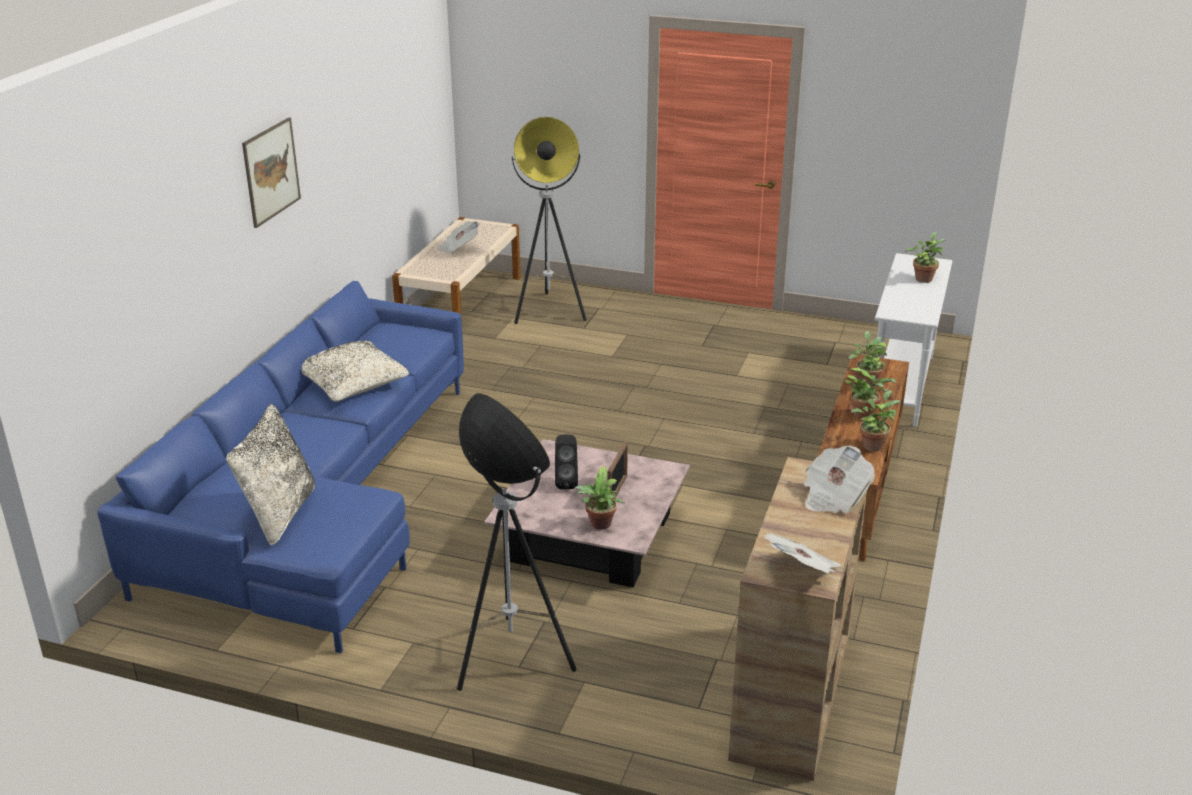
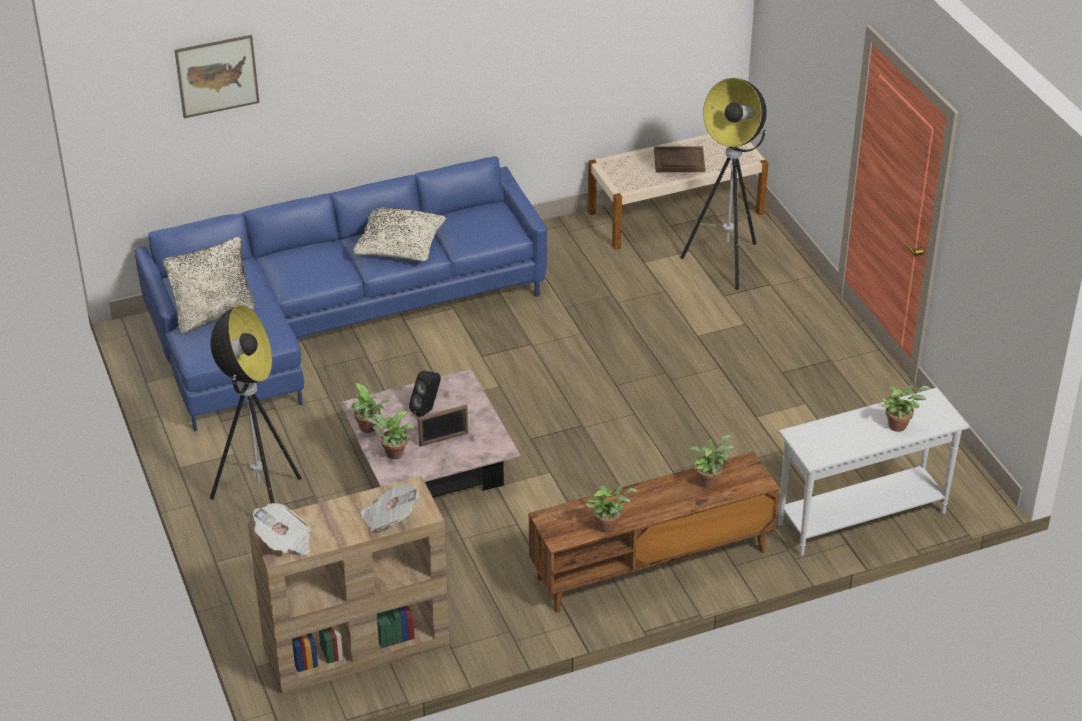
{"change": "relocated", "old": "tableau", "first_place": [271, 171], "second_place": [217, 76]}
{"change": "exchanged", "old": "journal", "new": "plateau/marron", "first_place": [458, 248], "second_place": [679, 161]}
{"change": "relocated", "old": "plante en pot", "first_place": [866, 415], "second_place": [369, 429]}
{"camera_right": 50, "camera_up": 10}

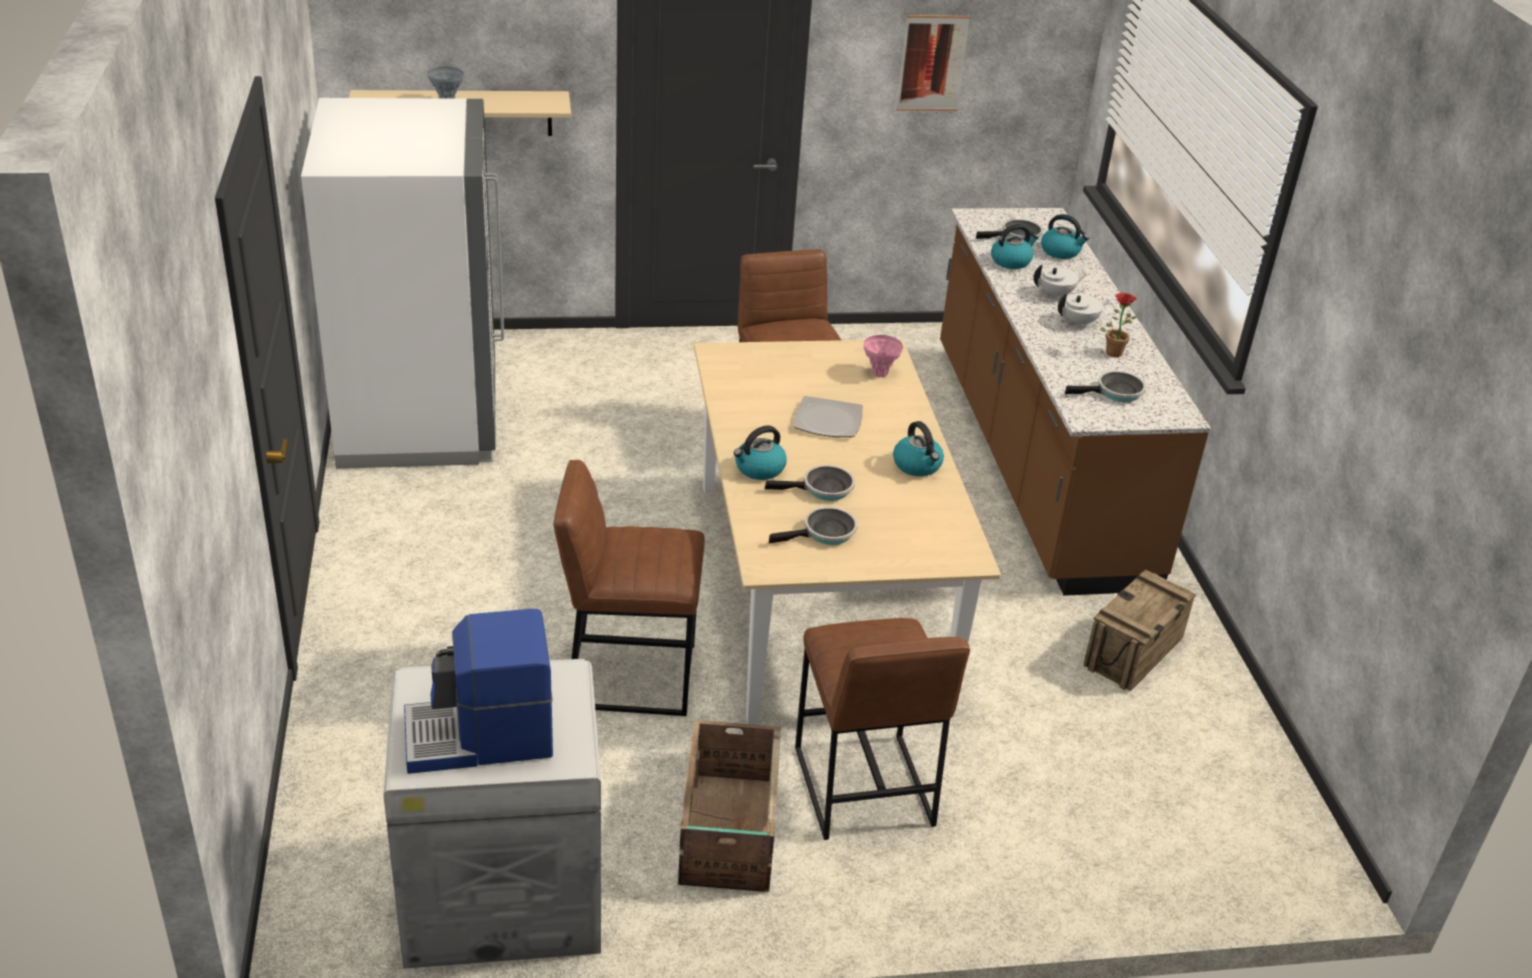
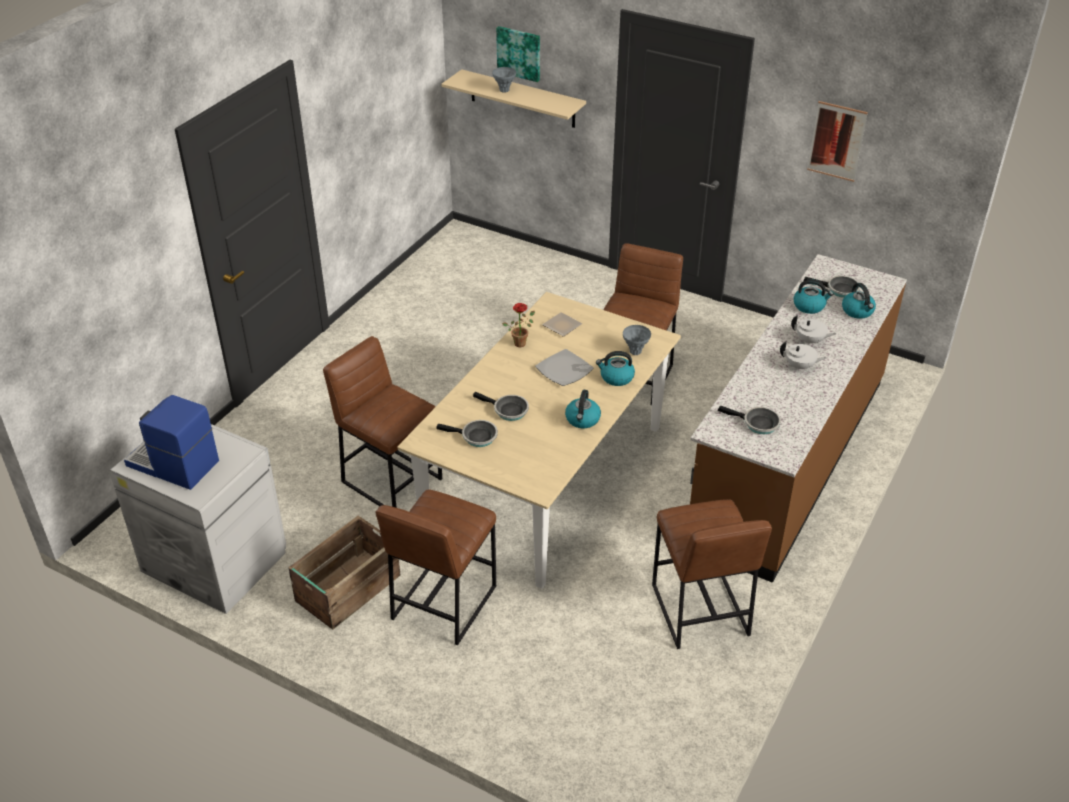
{"change": "missing", "old": "réfrigérateur/blanc", "first_place": [420, 418]}
{"change": "relocated", "old": "bouilloire", "first_place": [759, 469], "second_place": [616, 377]}
{"change": "colour", "old": "vase/rose", "new": "vase/gris", "first_place": [879, 373], "second_place": [635, 352]}
{"change": "exchanged", "old": "caisse", "new": "chaise/marron", "first_place": [1134, 653], "second_place": [700, 611]}
{"change": "relocated", "old": "plante en pot", "first_place": [1112, 351], "second_place": [521, 342]}
{"change": "appeared", "new": "tableau", "second_place": [519, 53]}
{"change": "appeared", "new": "assiette", "second_place": [562, 325]}
{"camera_right": 40, "camera_up": 5}

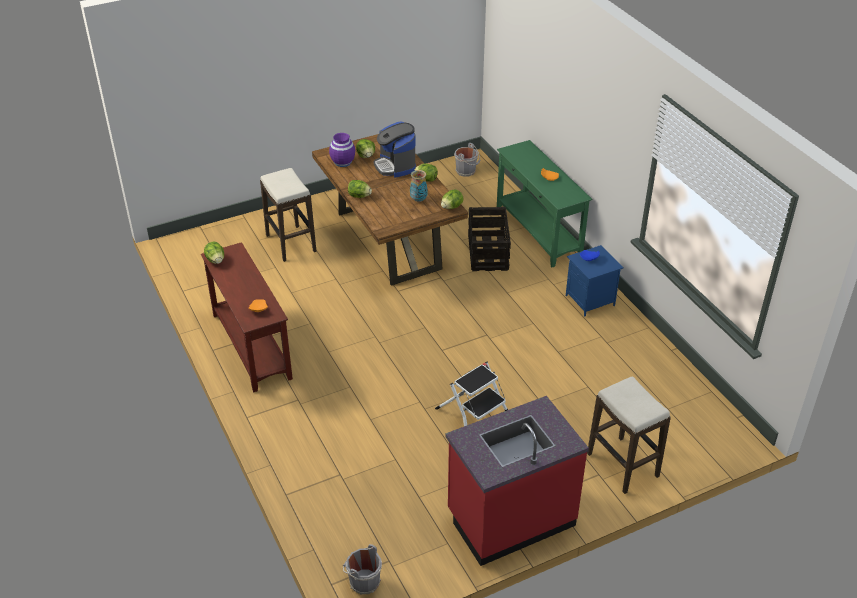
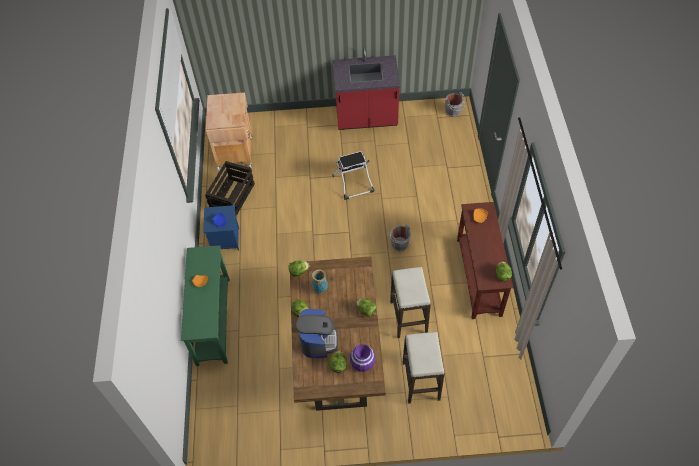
{"change": "relocated", "old": "seau/gris", "first_place": [466, 171], "second_place": [399, 243]}
{"change": "relocated", "old": "caisse", "first_place": [488, 252], "second_place": [232, 197]}
{"change": "relocated", "old": "tabouret", "first_place": [622, 465], "second_place": [408, 317]}
{"change": "appeared", "new": "chariot/marron", "second_place": [235, 152]}
{"camera_right": -155, "camera_up": 15}

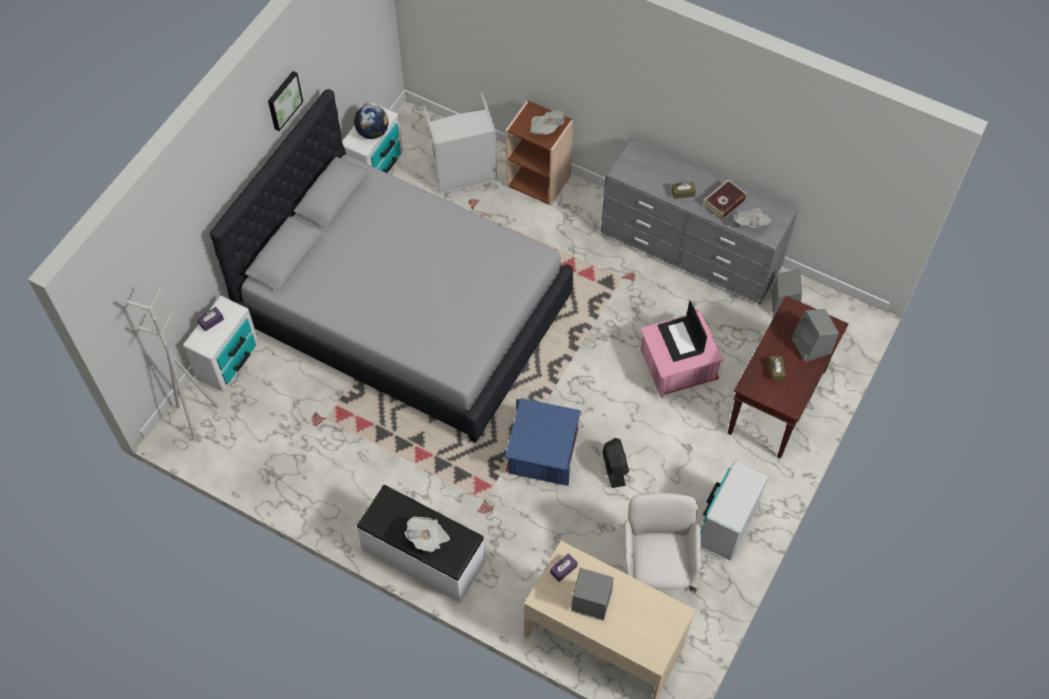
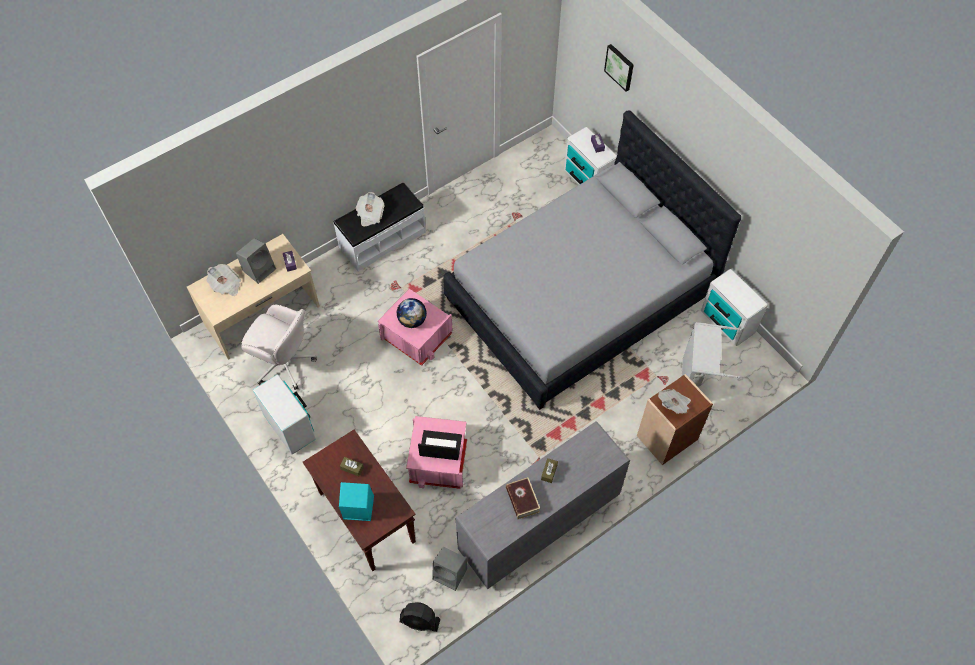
{"change": "missing", "old": "portant/gris", "first_place": [196, 416]}
{"change": "relocated", "old": "tableau", "first_place": [283, 100], "second_place": [620, 67]}
{"change": "relocated", "old": "globe", "first_place": [373, 132], "second_place": [412, 320]}
{"change": "colour", "old": "boîte de rangement/bleu", "new": "boîte de rangement/rose", "first_place": [541, 452], "second_place": [416, 336]}
{"change": "relocated", "old": "ventilateur/noir", "first_place": [614, 467], "second_place": [420, 621]}
{"change": "relocated", "old": "journal", "first_place": [751, 223], "second_place": [226, 285]}
{"change": "colour", "old": "enceinte/gris", "new": "enceinte/turquoise", "first_place": [812, 346], "second_place": [357, 507]}
{"camera_right": 115, "camera_up": 0}

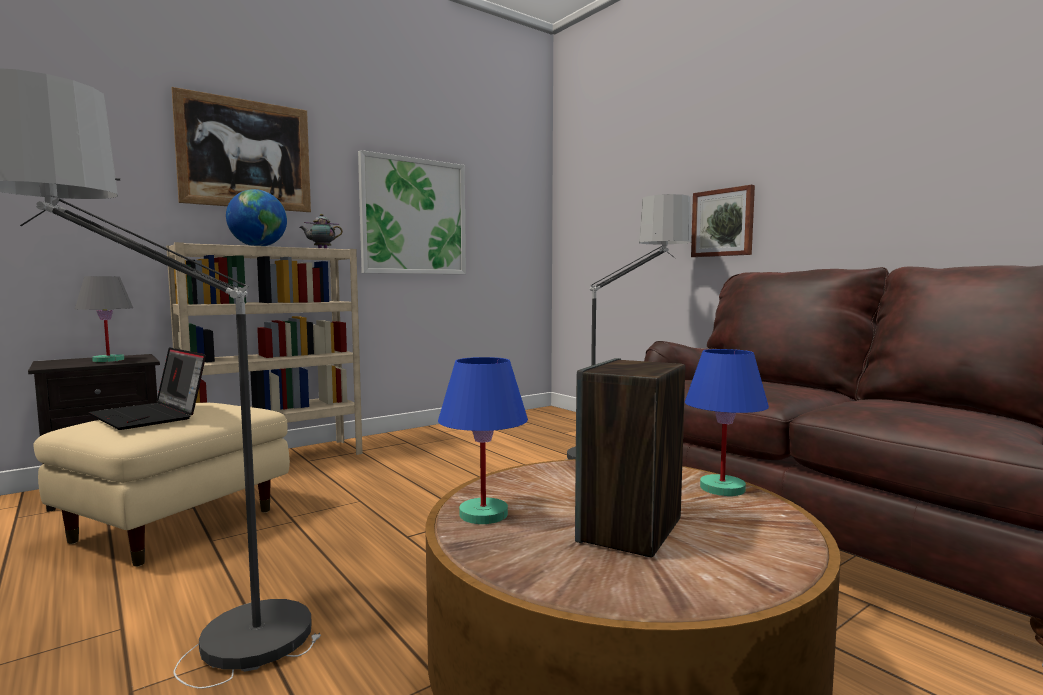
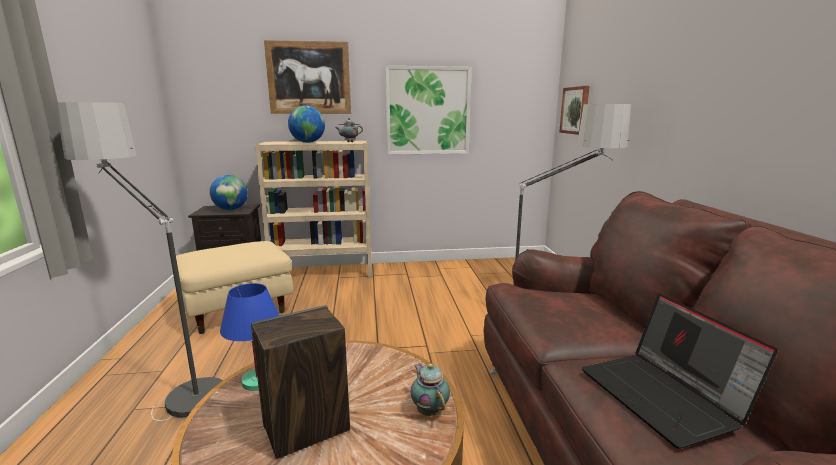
{"change": "exchanged", "old": "lampe de table/gris", "new": "globe", "first_place": [109, 360], "second_place": [231, 209]}
{"change": "relocated", "old": "ordinateur portable", "first_place": [151, 416], "second_place": [664, 397]}
{"change": "exchanged", "old": "lampe de table/bleu", "new": "théière", "first_place": [723, 488], "second_place": [429, 410]}
{"change": "relocated", "old": "tableau", "first_place": [723, 223], "second_place": [575, 110]}
{"camera_right": 30, "camera_up": 10}

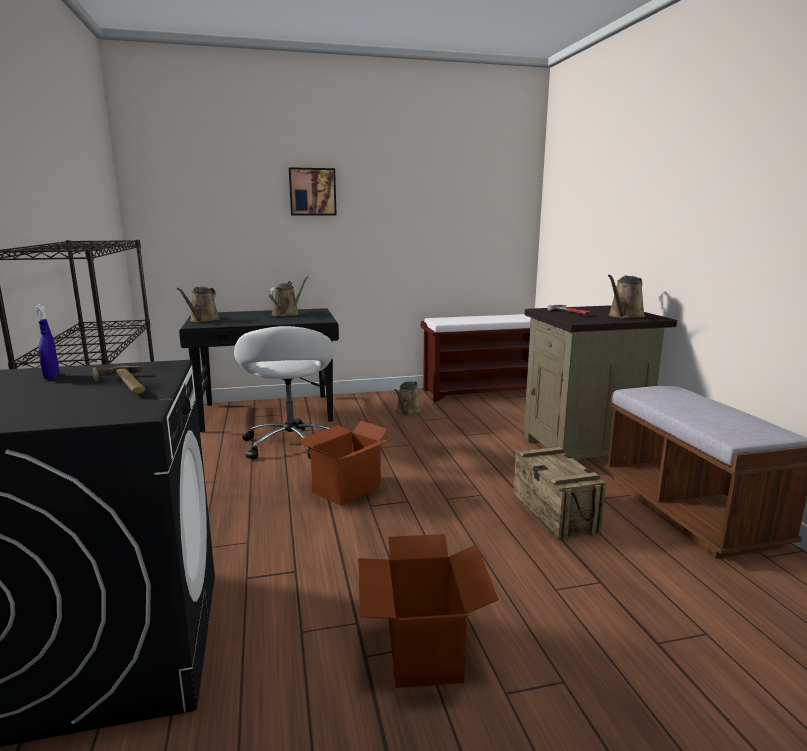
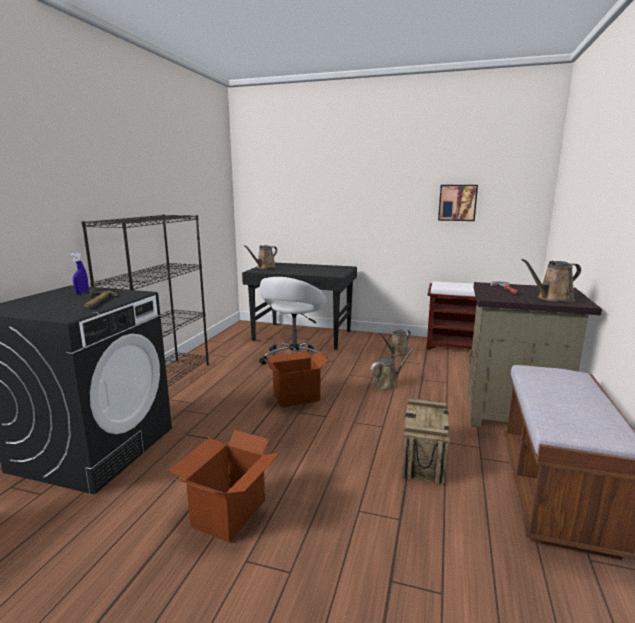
{"change": "relocated", "old": "arrosoir/marron", "first_place": [287, 314], "second_place": [387, 384]}
{"change": "relocated", "old": "tableau", "first_place": [312, 192], "second_place": [457, 202]}
{"camera_right": 30, "camera_up": 0}

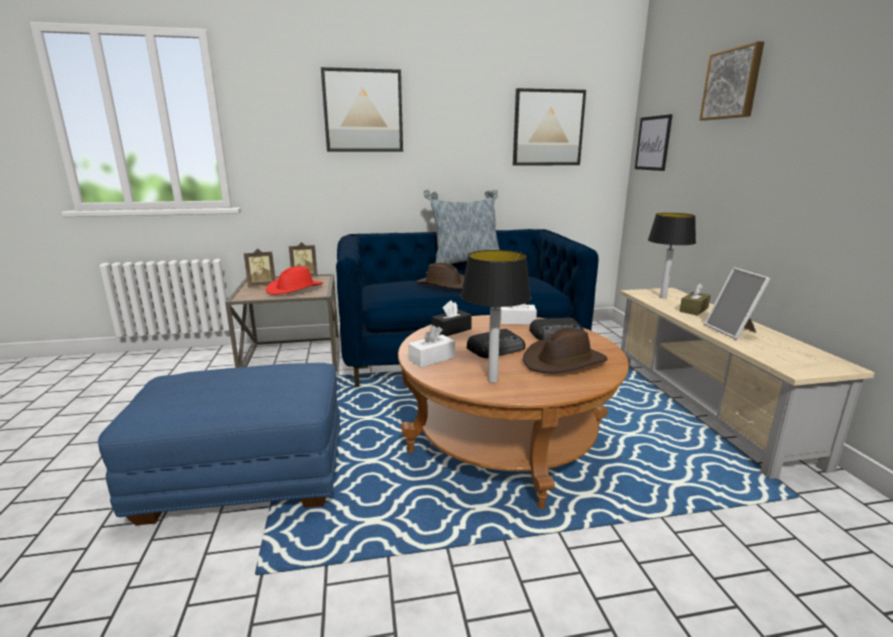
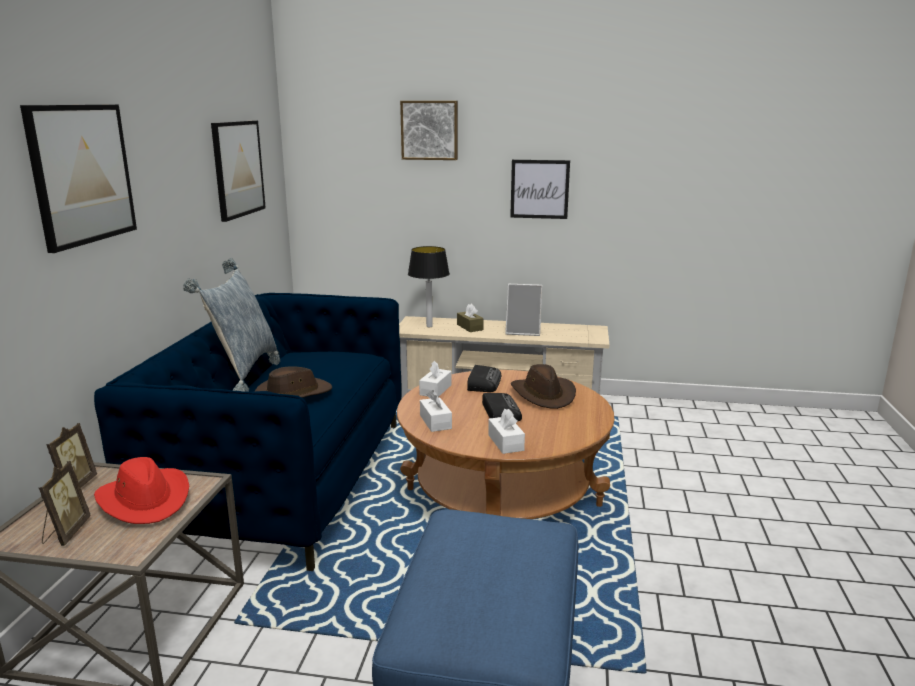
{"change": "colour", "old": "boîte à mouchoirs/noir", "new": "boîte à mouchoirs/blanc", "first_place": [451, 330], "second_place": [435, 422]}
{"change": "missing", "old": "lampe de table", "first_place": [492, 380]}
{"change": "relocated", "old": "tableau", "first_place": [653, 143], "second_place": [539, 189]}
{"camera_right": -70, "camera_up": 0}

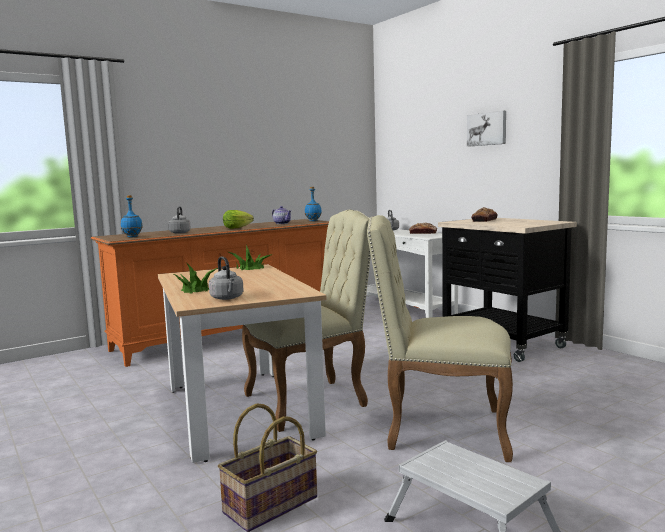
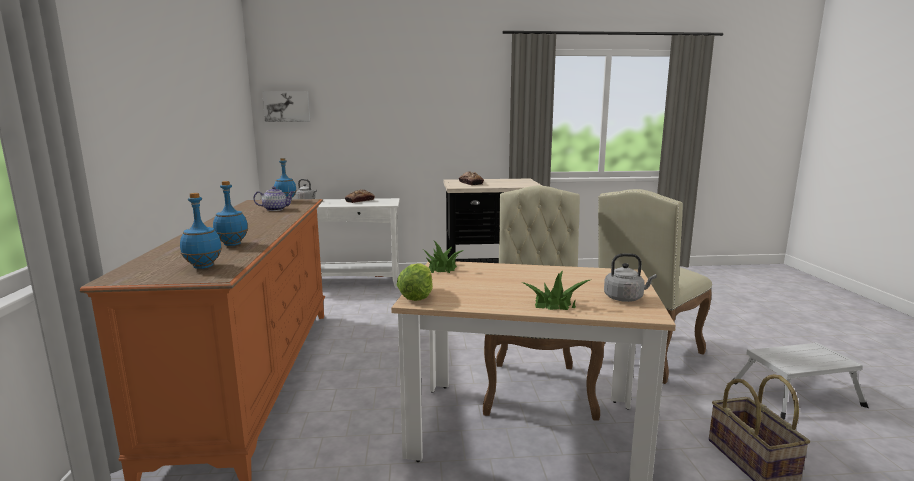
{"change": "exchanged", "old": "bouilloire/gris", "new": "bouteille/bleu", "first_place": [180, 232], "second_place": [231, 244]}
{"change": "relocated", "old": "laitue", "first_place": [236, 228], "second_place": [416, 296]}
{"change": "relocated", "old": "tableau", "first_place": [487, 129], "second_place": [287, 106]}
{"camera_right": -60, "camera_up": 5}

